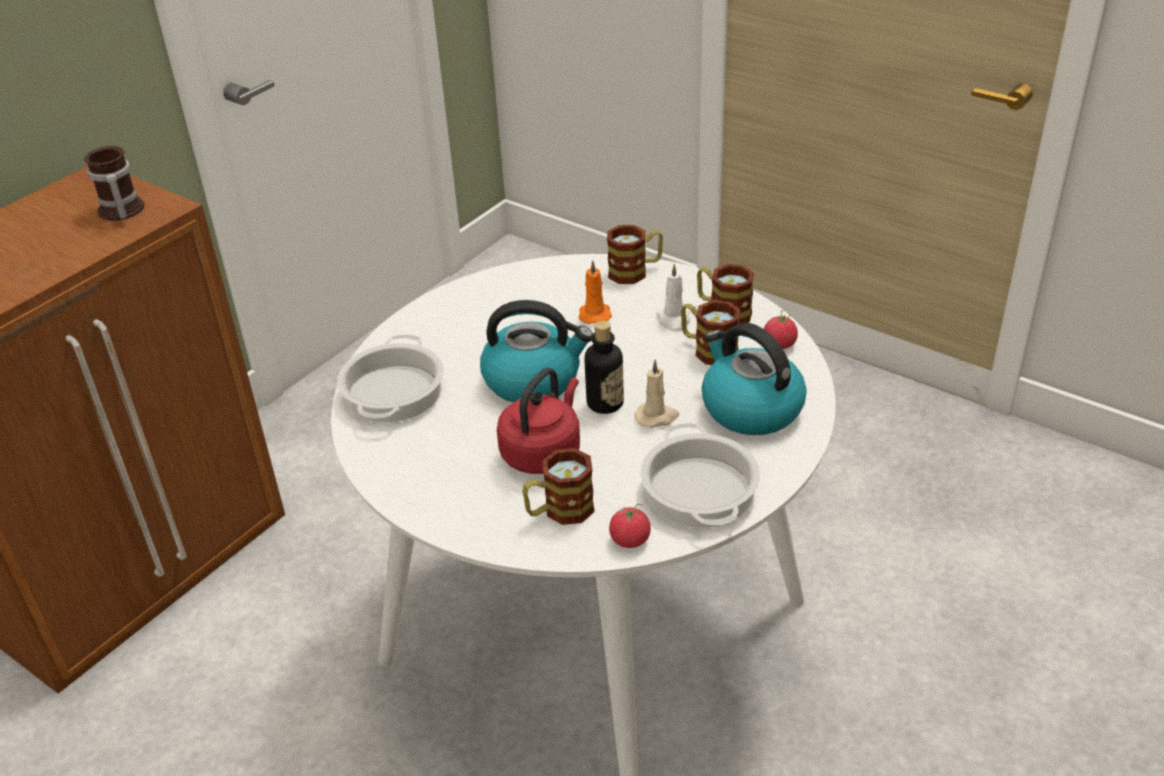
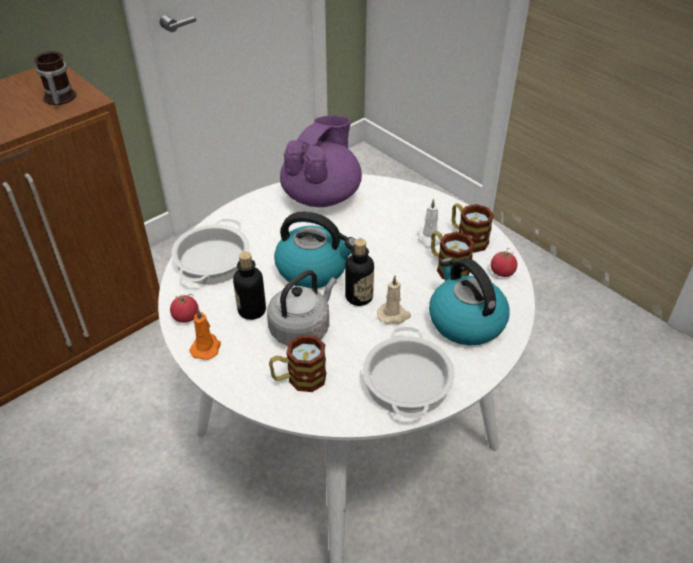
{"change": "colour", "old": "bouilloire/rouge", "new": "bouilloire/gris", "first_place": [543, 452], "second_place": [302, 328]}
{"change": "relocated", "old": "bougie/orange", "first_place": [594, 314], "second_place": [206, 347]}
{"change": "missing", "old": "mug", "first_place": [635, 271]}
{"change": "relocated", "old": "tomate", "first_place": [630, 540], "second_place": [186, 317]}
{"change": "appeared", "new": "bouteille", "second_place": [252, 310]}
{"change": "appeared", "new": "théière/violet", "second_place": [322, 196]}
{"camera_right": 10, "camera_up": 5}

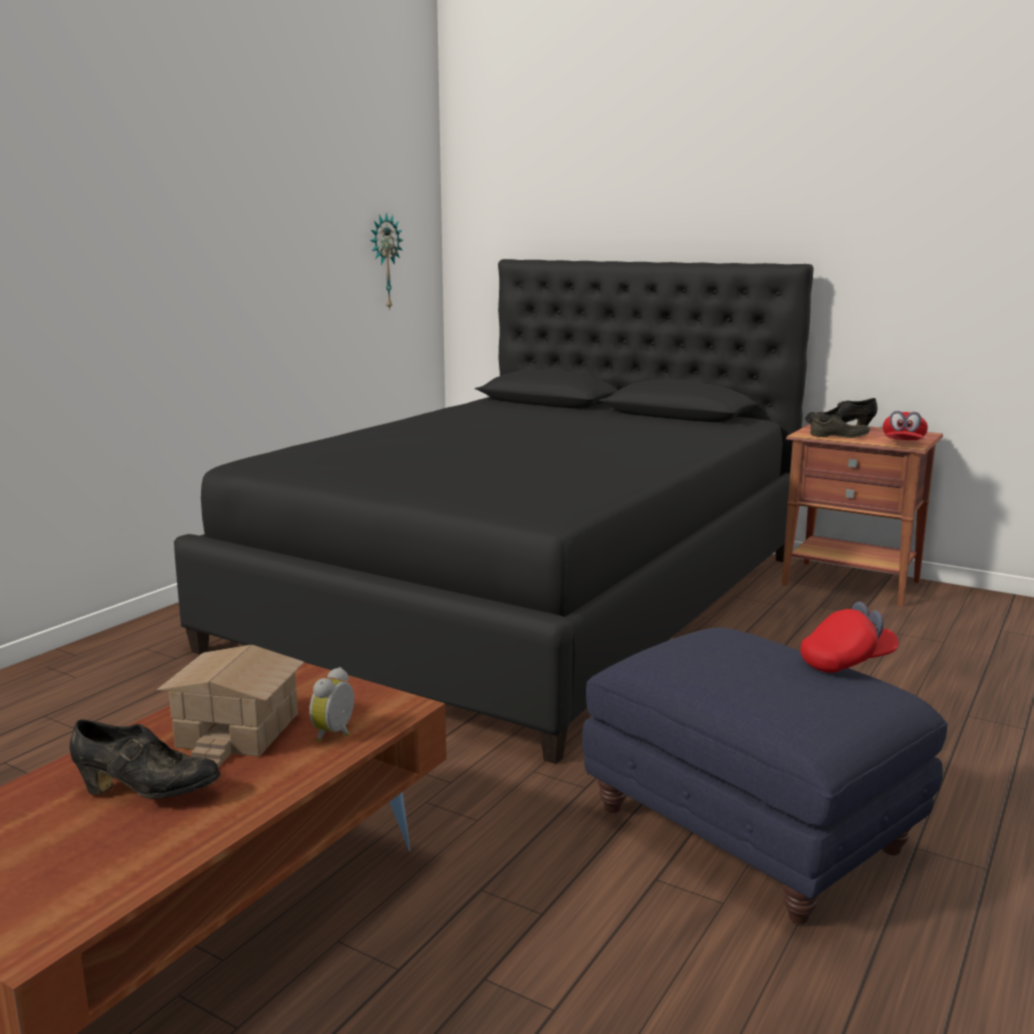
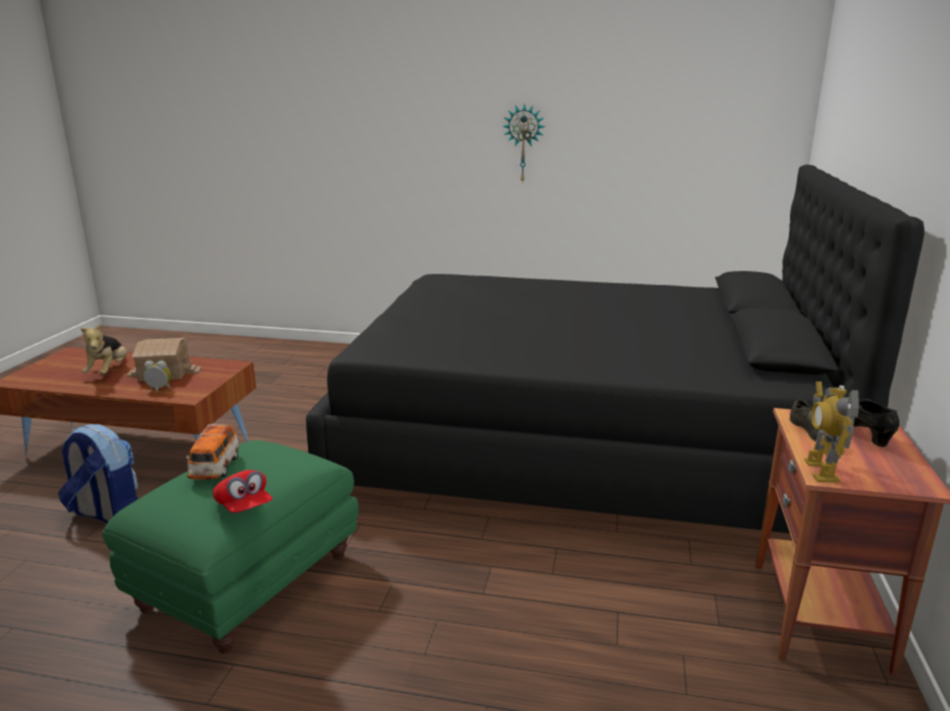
{"change": "exchanged", "old": "chaussure/noir", "new": "peluche", "first_place": [147, 793], "second_place": [109, 371]}
{"change": "relocated", "old": "horloge murale", "first_place": [384, 262], "second_place": [523, 144]}
{"change": "colour", "old": "pouf/bleu", "new": "pouf/vert", "first_place": [751, 832], "second_place": [246, 585]}
{"change": "exchanged", "old": "casquette/rouge", "new": "robot jouet", "first_place": [903, 444], "second_place": [821, 471]}
{"change": "appeared", "new": "sac à dos", "second_place": [106, 514]}
{"change": "appeared", "new": "petite voiture", "second_place": [215, 468]}
{"camera_right": 70, "camera_up": 5}

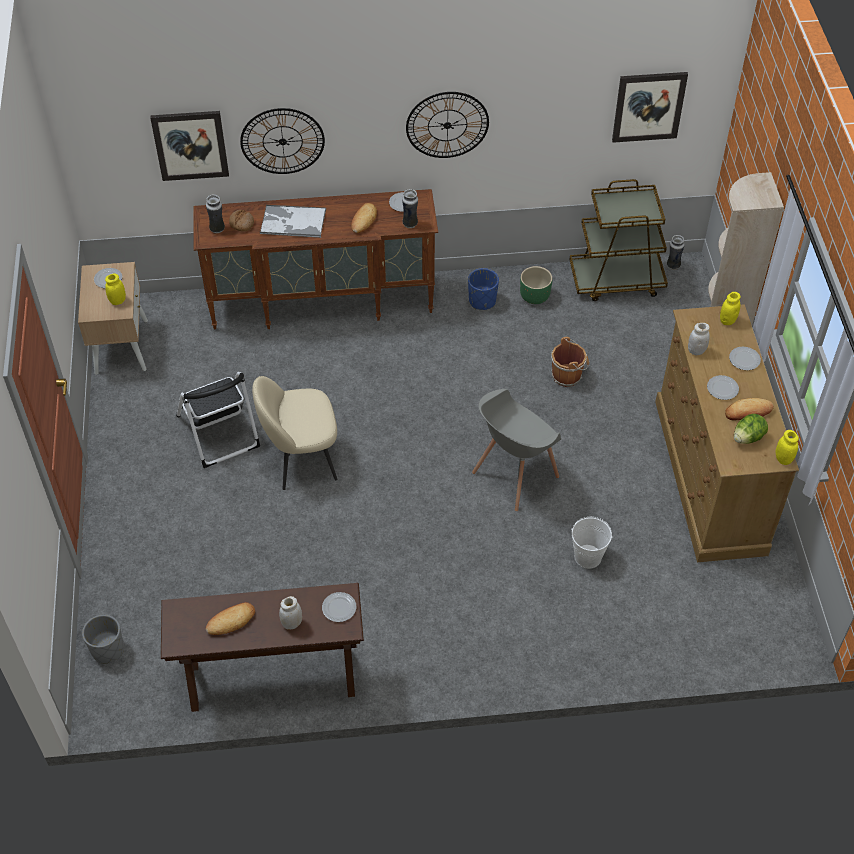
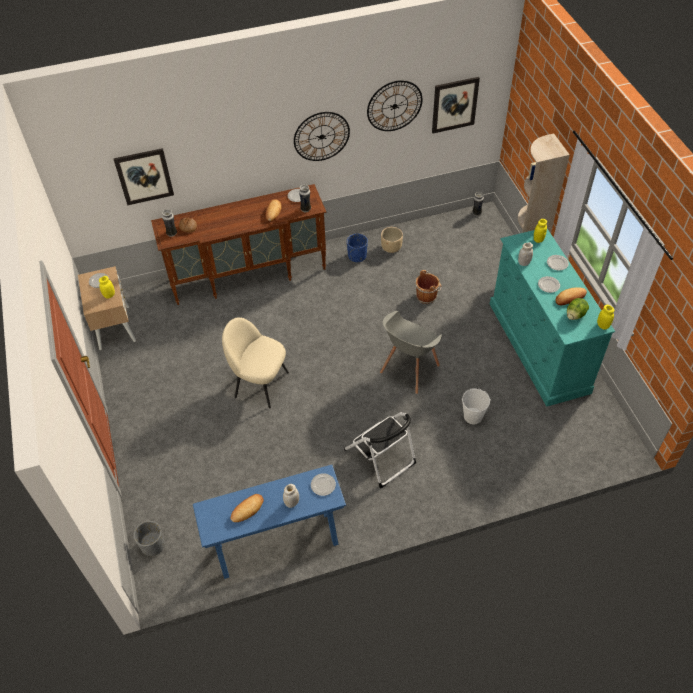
{"change": "colour", "old": "table console/marron", "new": "table console/bleu", "first_place": [272, 679], "second_place": [276, 544]}
{"change": "relocated", "old": "escabeau", "first_place": [219, 433], "second_place": [381, 458]}
{"change": "relocated", "old": "horloge murale", "first_place": [282, 141], "second_place": [394, 106]}
{"change": "spun", "old": "chaise/beige", "first_place": [301, 459], "second_place": [260, 384], "degrees": 45}
{"change": "missing", "old": "plateau", "first_place": [292, 222]}
{"change": "colour", "old": "cache-pot/vert", "new": "cache-pot/beige", "first_place": [535, 296], "second_place": [391, 247]}
{"change": "missing", "old": "chariot/marron", "first_place": [617, 280]}
{"change": "colour", "old": "commode/marron", "new": "commode/turquoise", "first_place": [708, 476], "second_place": [538, 347]}
{"camera_right": -10, "camera_up": 0}

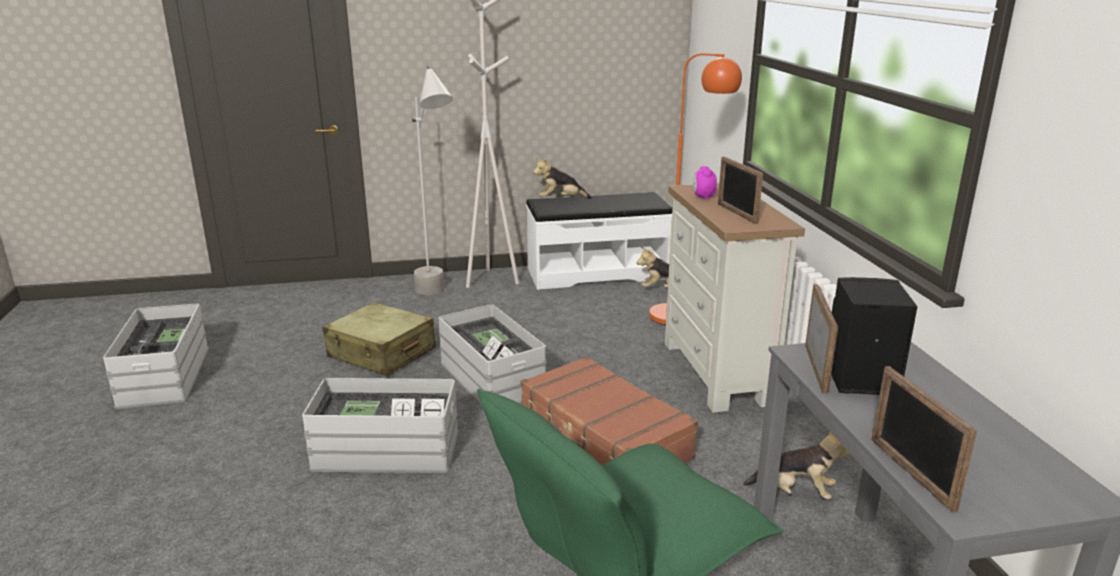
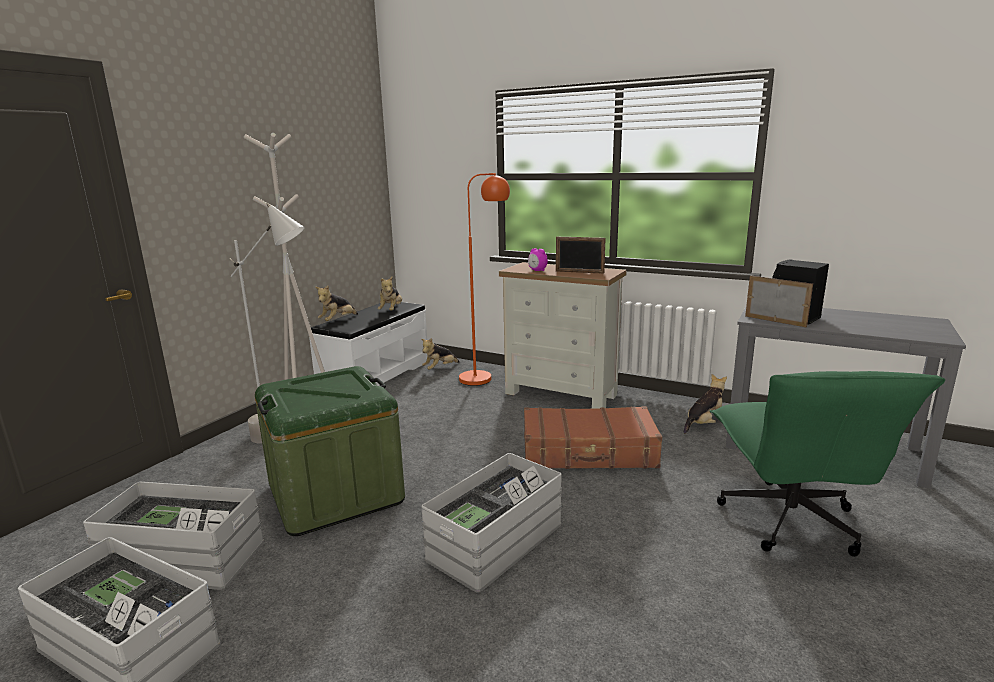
{"change": "exchanged", "old": "valise/beige", "new": "boîte de rangement/vert", "first_place": [381, 353], "second_place": [335, 493]}
{"change": "relocated", "old": "boîte de rangement/gris", "first_place": [493, 377], "second_place": [185, 557]}
{"change": "missing", "old": "cadre photo", "first_place": [910, 473]}
{"change": "appeared", "new": "peluche", "second_place": [391, 311]}
{"camera_right": -50, "camera_up": -5}

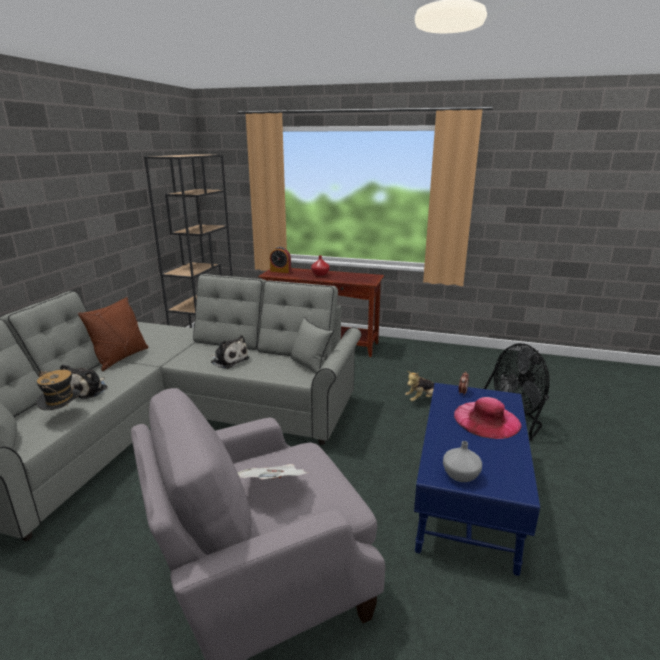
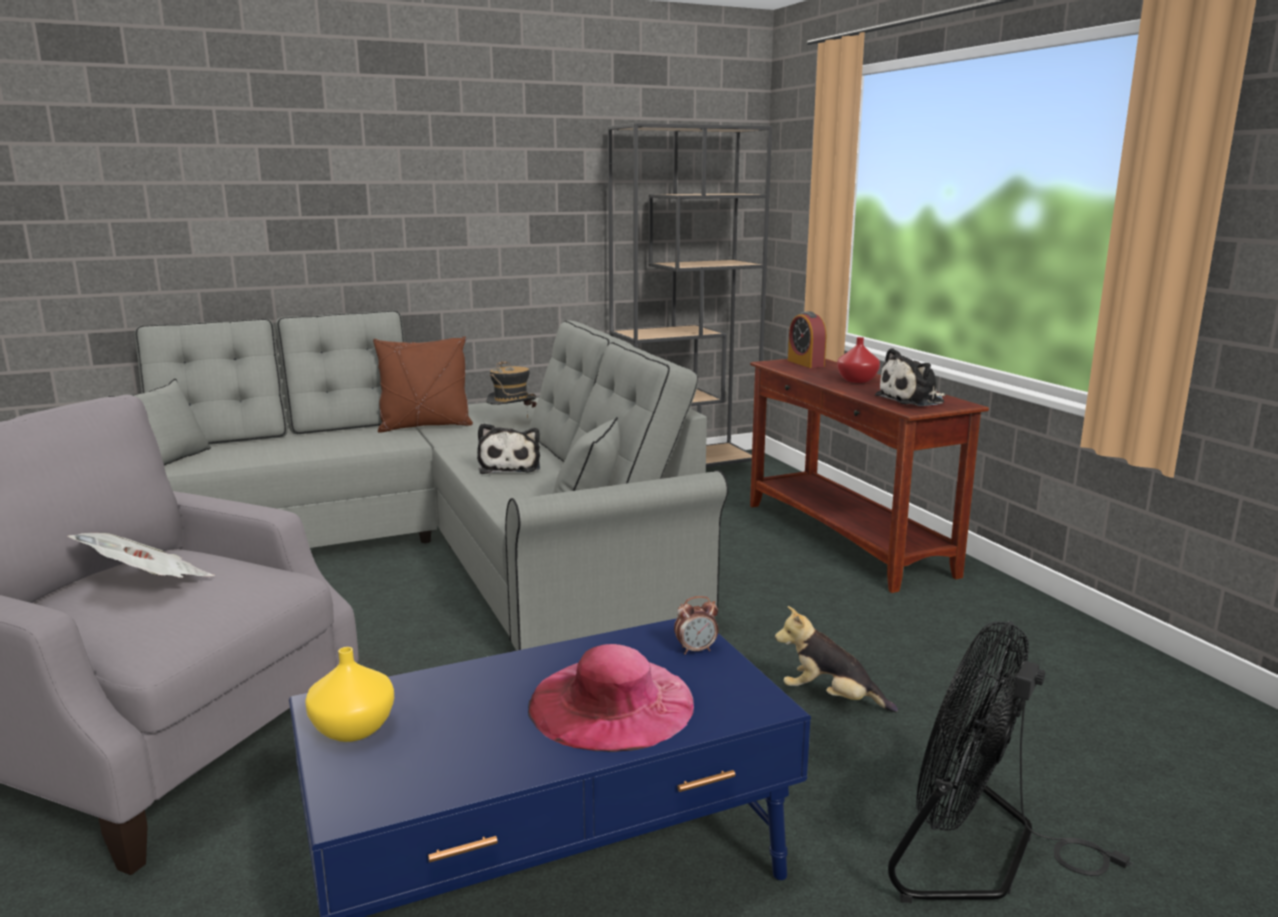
{"change": "relocated", "old": "chapeau", "first_place": [64, 416], "second_place": [512, 423]}
{"change": "relocated", "old": "peluche", "first_place": [87, 390], "second_place": [913, 400]}
{"change": "colour", "old": "vase/gris", "new": "vase/jaune", "first_place": [460, 475], "second_place": [354, 728]}
{"camera_right": 50, "camera_up": -5}

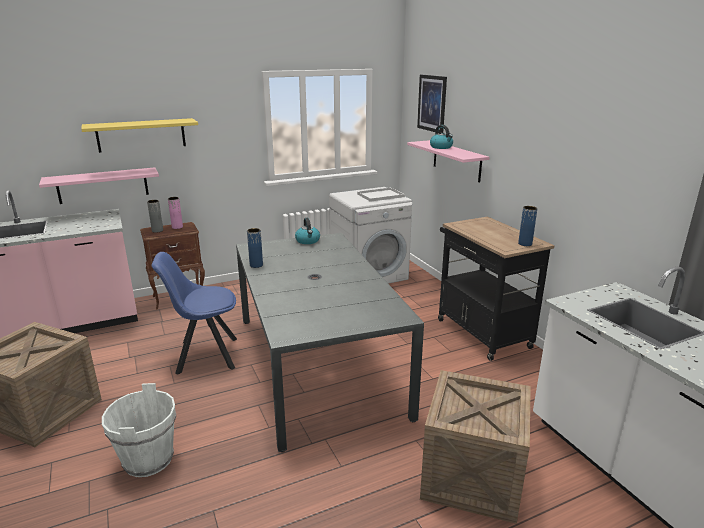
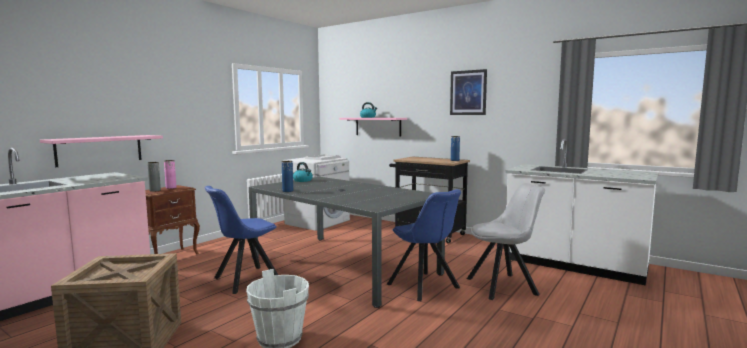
{"change": "missing", "old": "étagère/jaune", "first_place": [141, 135]}
{"change": "relocated", "old": "tableau", "first_place": [432, 103], "second_place": [468, 92]}
{"change": "exchanged", "old": "caisse", "new": "chaise/gris", "first_place": [472, 476], "second_place": [503, 286]}
{"change": "appeared", "new": "chaise/bleu", "second_place": [424, 286]}
{"camera_right": -30, "camera_up": -15}

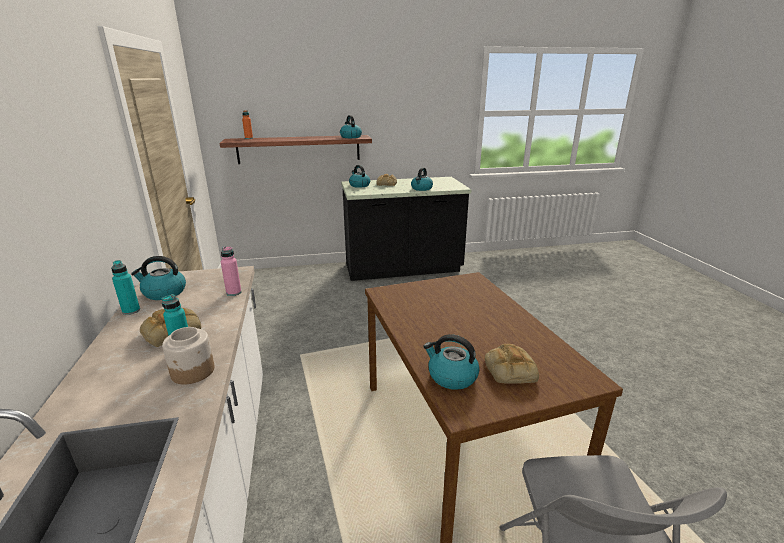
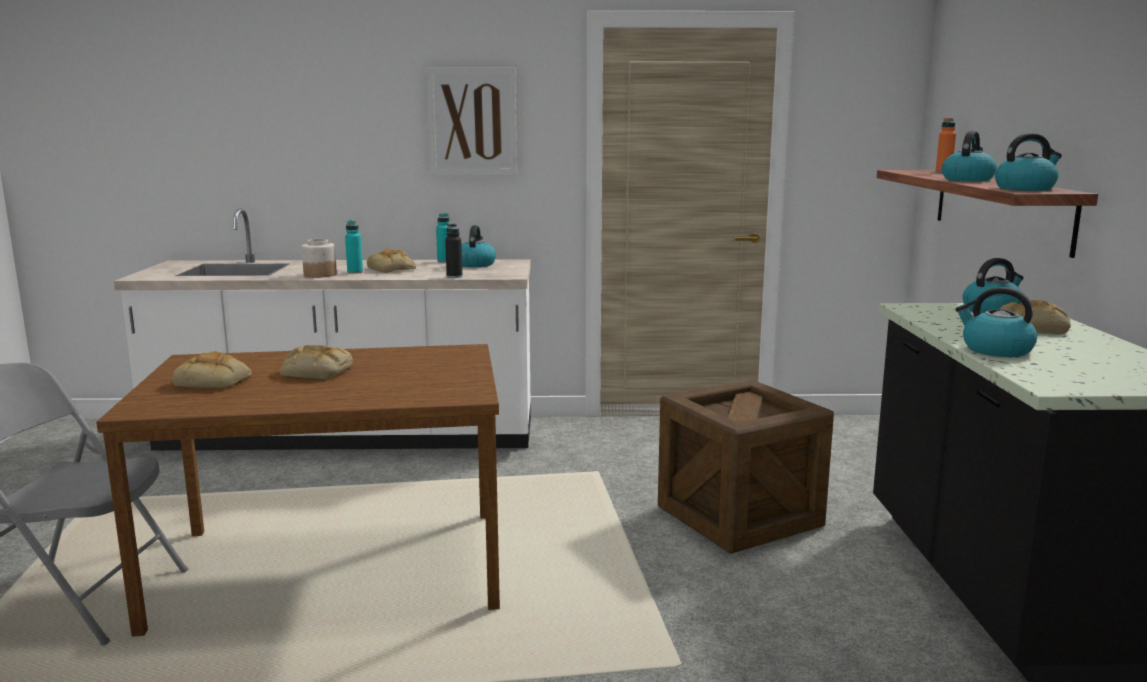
{"change": "colour", "old": "bouteille/rose", "new": "bouteille/noir", "first_place": [234, 292], "second_place": [454, 276]}
{"change": "relocated", "old": "bouilloire", "first_place": [451, 376], "second_place": [967, 179]}
{"change": "appeared", "new": "pain", "second_place": [315, 372]}
{"change": "appeared", "new": "tableau", "second_place": [472, 122]}
{"change": "appeared", "new": "caisse", "second_place": [739, 516]}
{"camera_right": 100, "camera_up": -10}

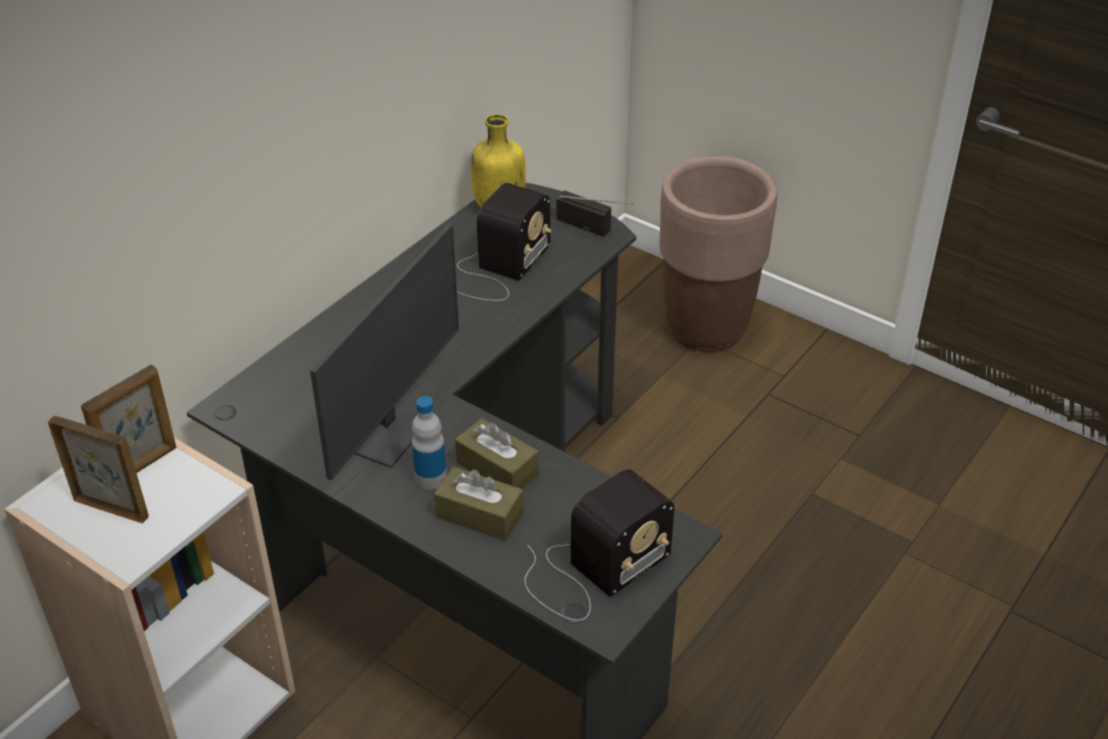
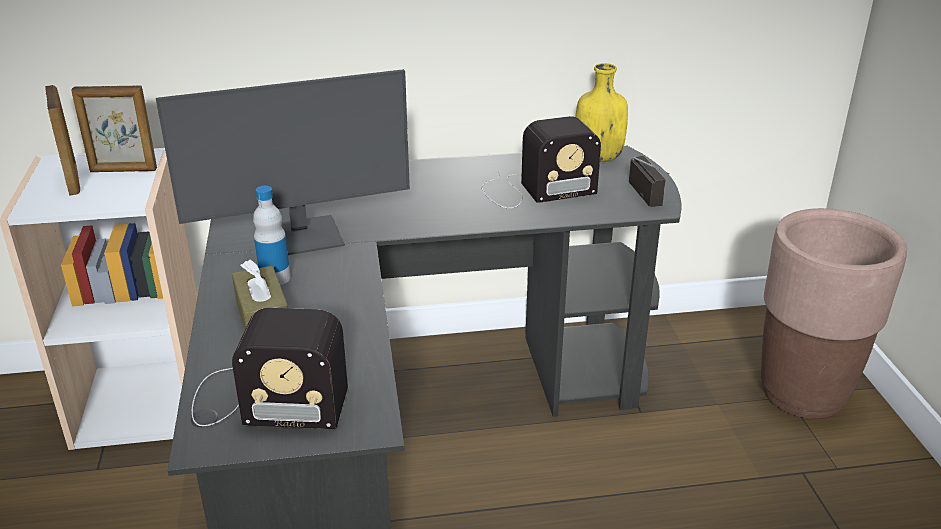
{"change": "missing", "old": "boîte à mouchoirs/marron", "first_place": [497, 468]}
{"camera_right": 45, "camera_up": -10}

